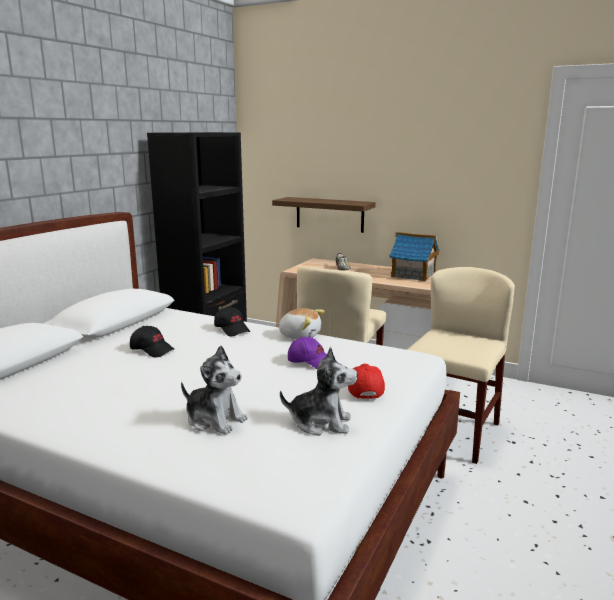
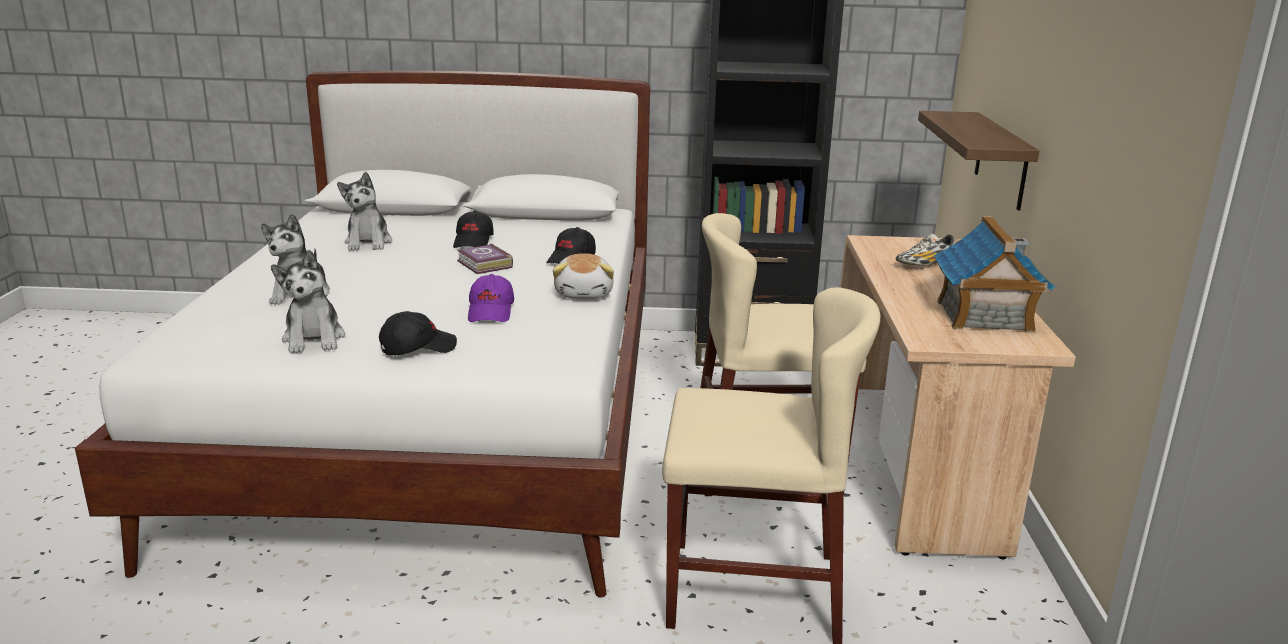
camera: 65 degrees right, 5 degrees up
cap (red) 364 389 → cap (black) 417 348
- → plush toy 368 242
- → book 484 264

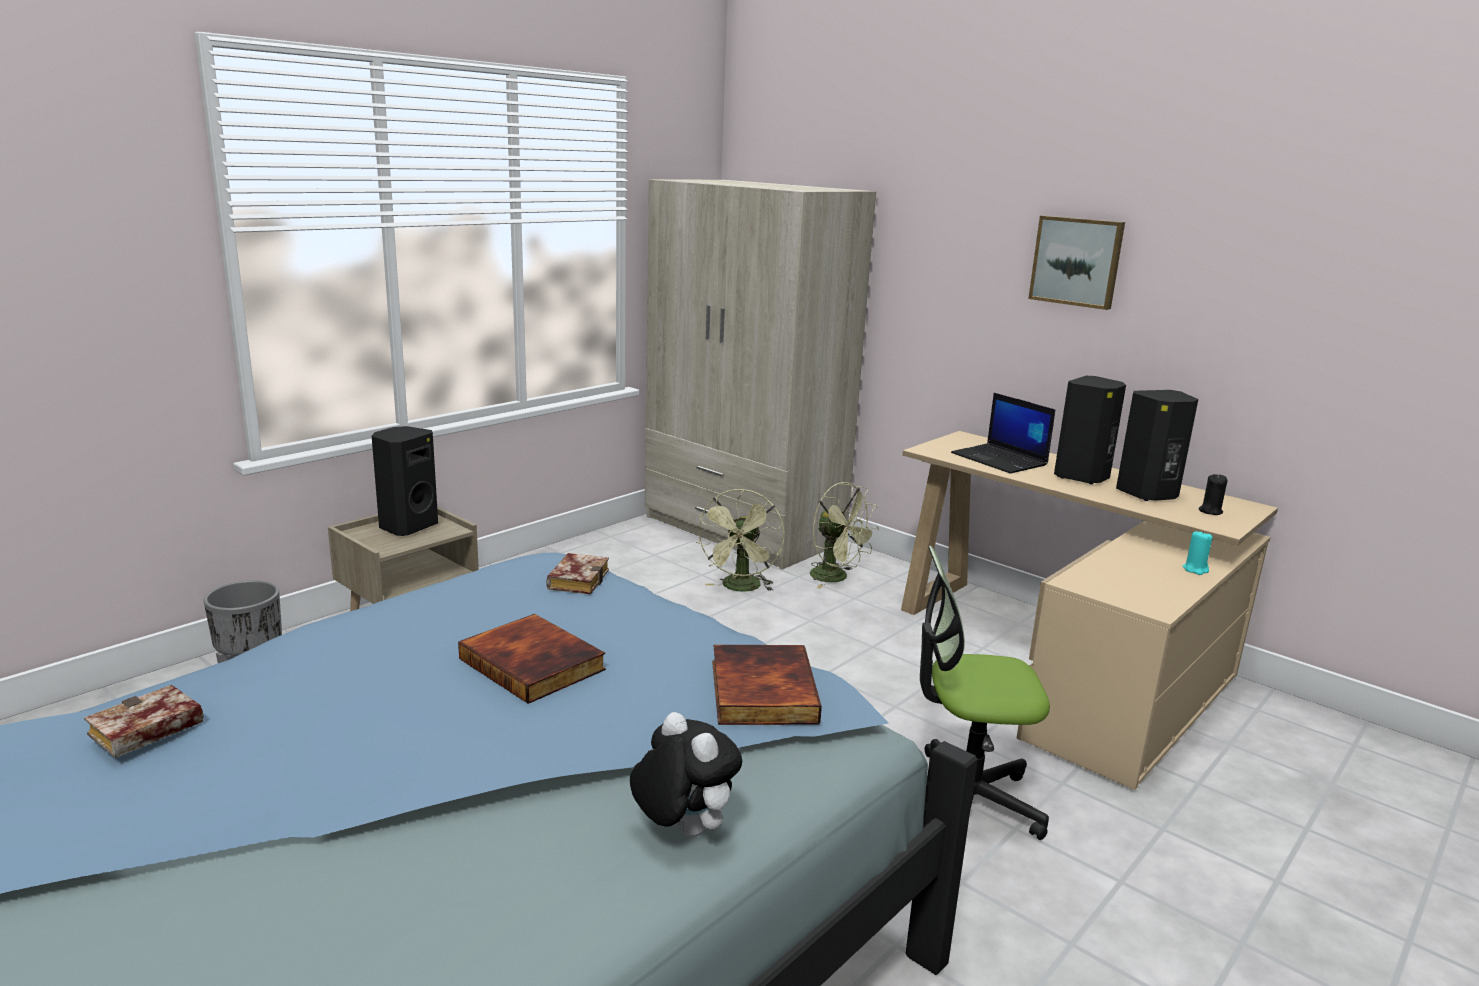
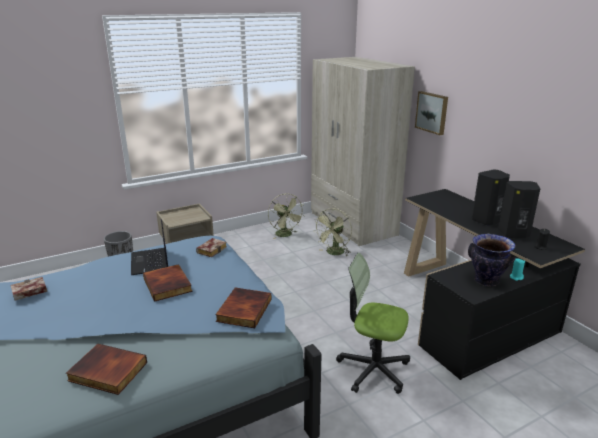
camera: 20 degrees right, 5 degrees up
speaker (black) 407 526 → -
plush toy 682 830 → -
fan (green) 836 578 → fan (green) 286 235, relocated
desk (beige) 1066 664 → desk (black) 471 312
laptop 1000 460 → laptop 150 262, relocated
picture 1077 261 → picture 432 112, relocated
- → book 107 372
- → vase 486 281

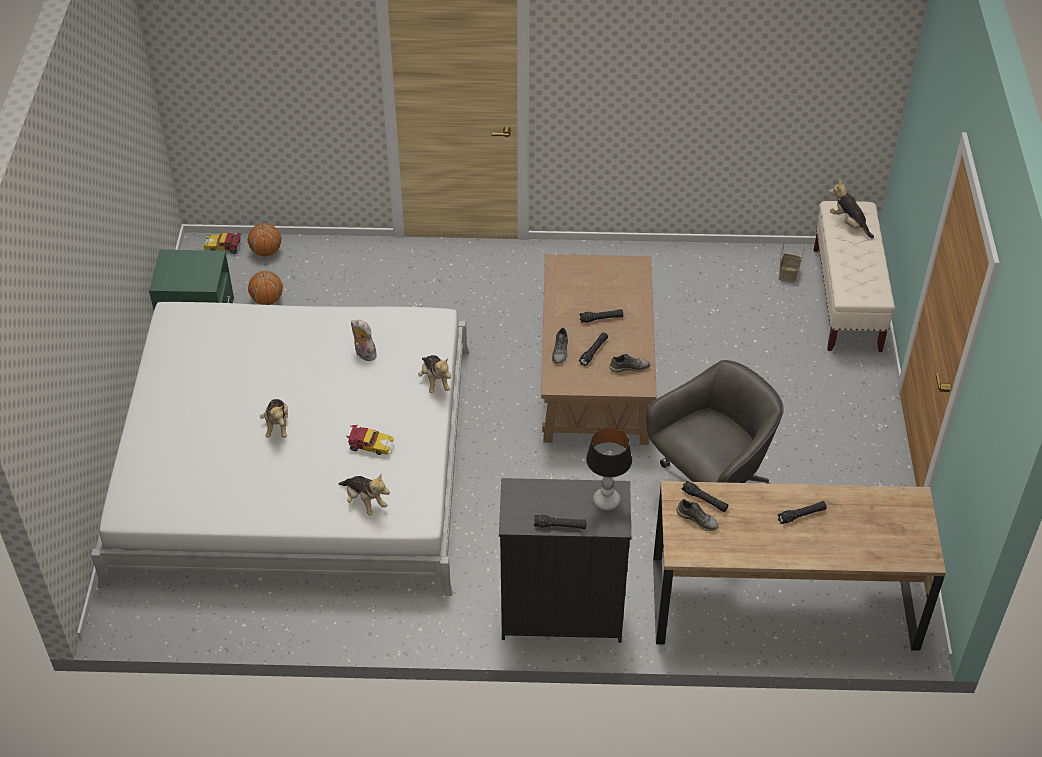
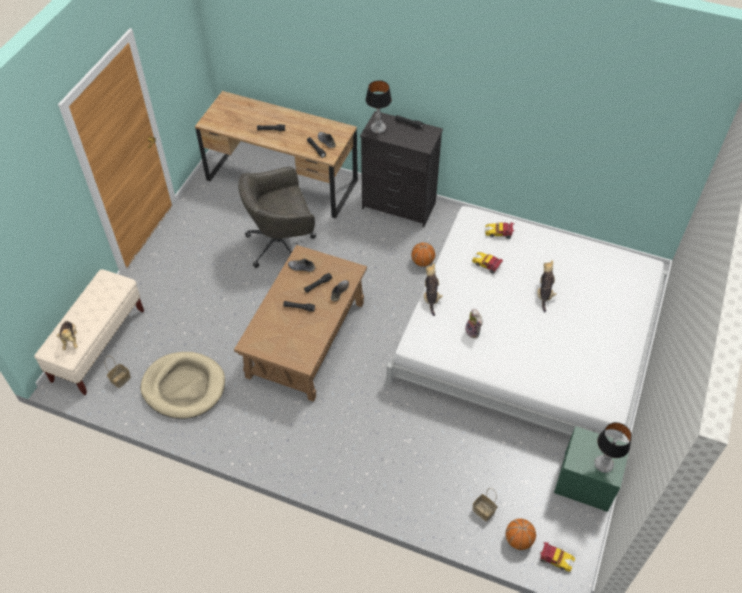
camera: 160 degrees left, 5 degrees up
basketball 267 300 → basketball 422 262, relocated
plush toy 364 501 → toy car 499 233
- → dog bed (beige) 184 387
- → basket 482 511
- → table lamp 603 464

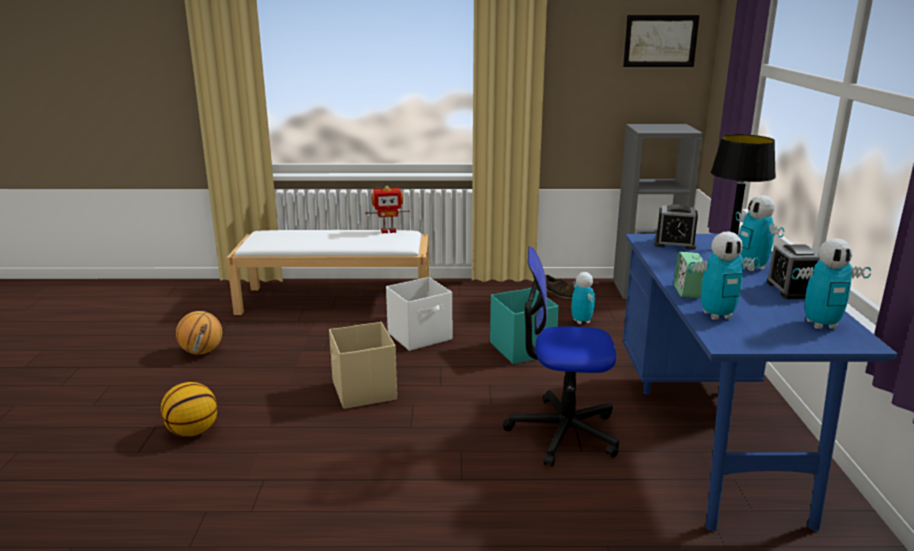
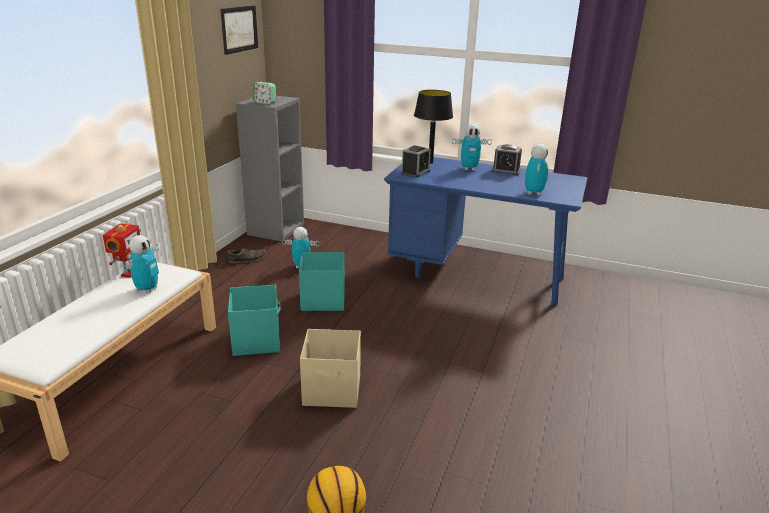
camera: 70 degrees left, 5 degrees up
basketball 202 352 → -
storage box (white) 420 336 → storage box (turquoise) 257 340
office chair 563 432 → -
alarm clock 687 292 → alarm clock 265 103, relocated
toy robot 821 324 → toy robot 147 289, relocated

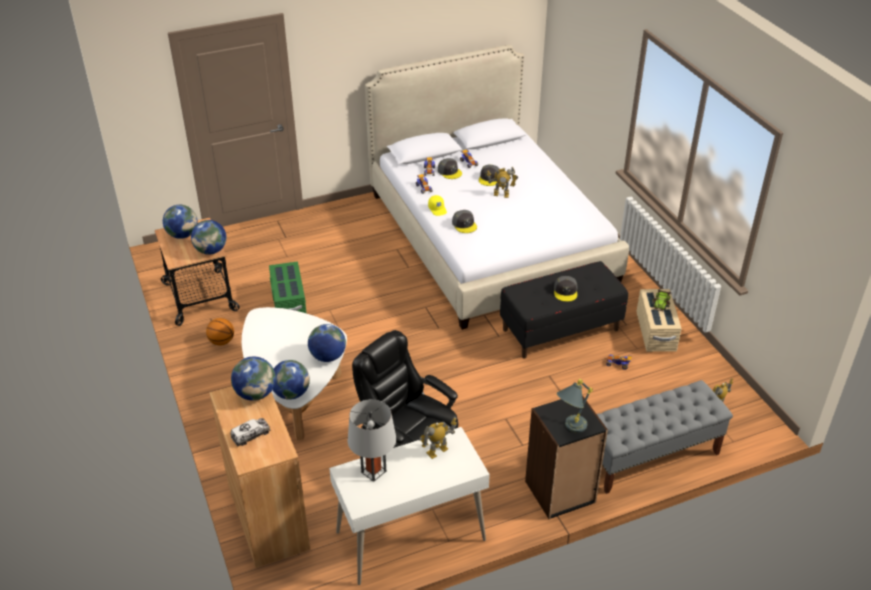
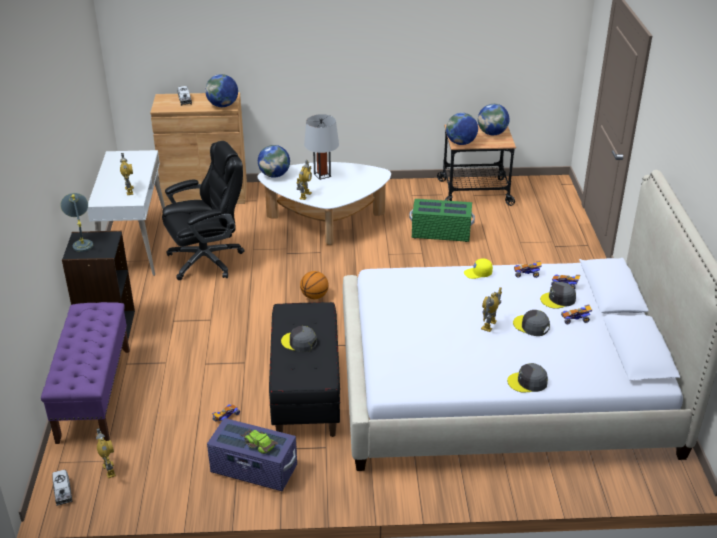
camera: 110 degrees right, 5 degrees down
basketball 222 341 → basketball 314 296, relocated
globe 328 356 → toy robot 305 195
table lamp (grey) 373 471 → table lamp (grey) 322 175, relocated
cap (grey) 464 224 → cap (grey) 527 382, relocated
bench (grey) 650 456 → bench (purple) 94 394
storage box (beige) 656 332 → storage box (purple) 254 469
- → toy truck 63 492

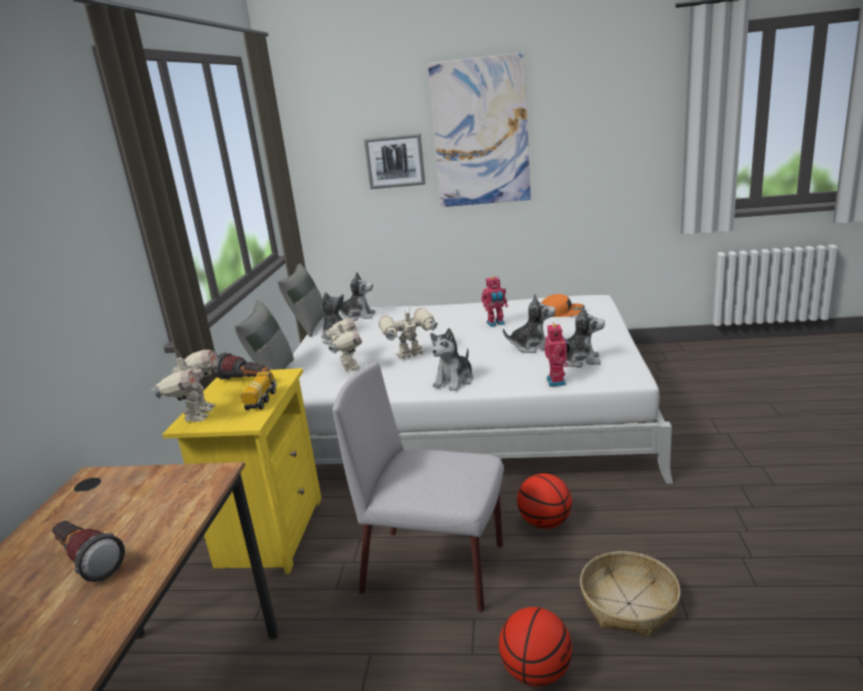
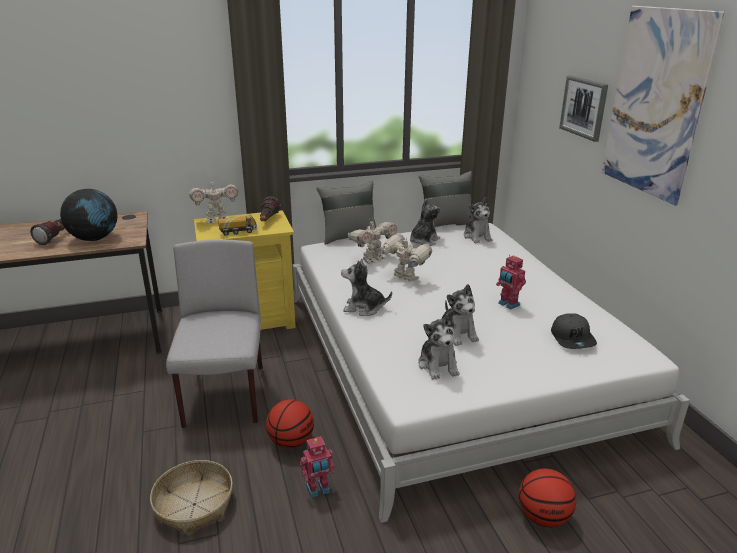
camera: 65 degrees right, 5 degrees up
basketball 536 672 → basketball 543 517, relocated
cap (orange) 561 312 → cap (grey) 573 338
toy robot 558 381 → toy robot 318 490, relocated
- → globe 94 239

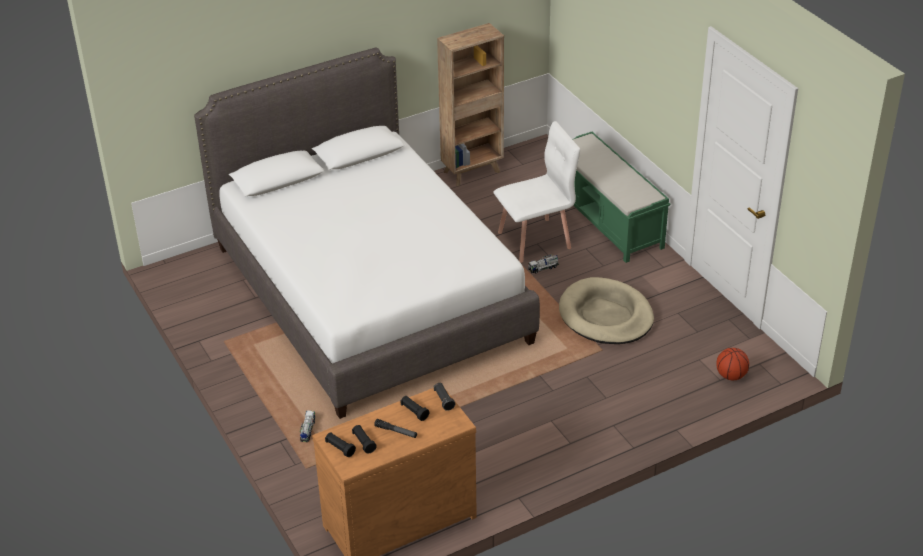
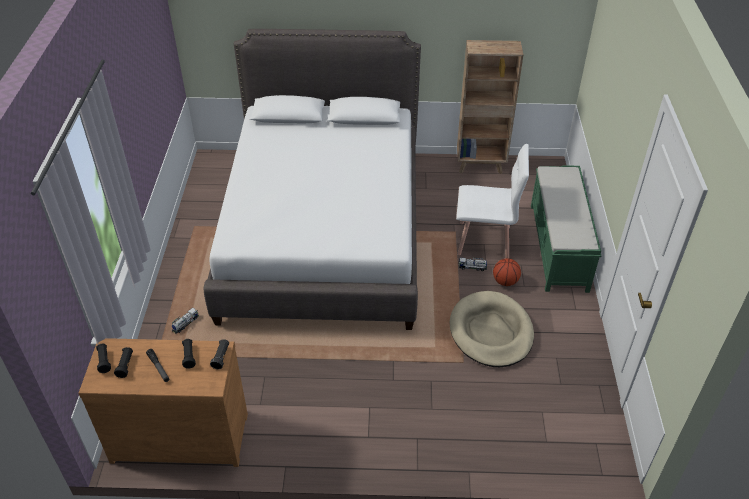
camera: 30 degrees right, 5 degrees up
basketball 731 376 → basketball 505 281, relocated

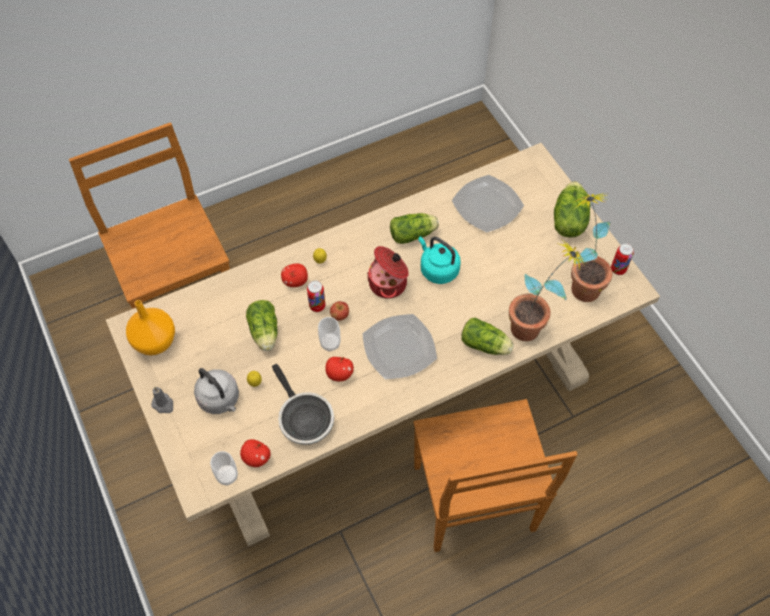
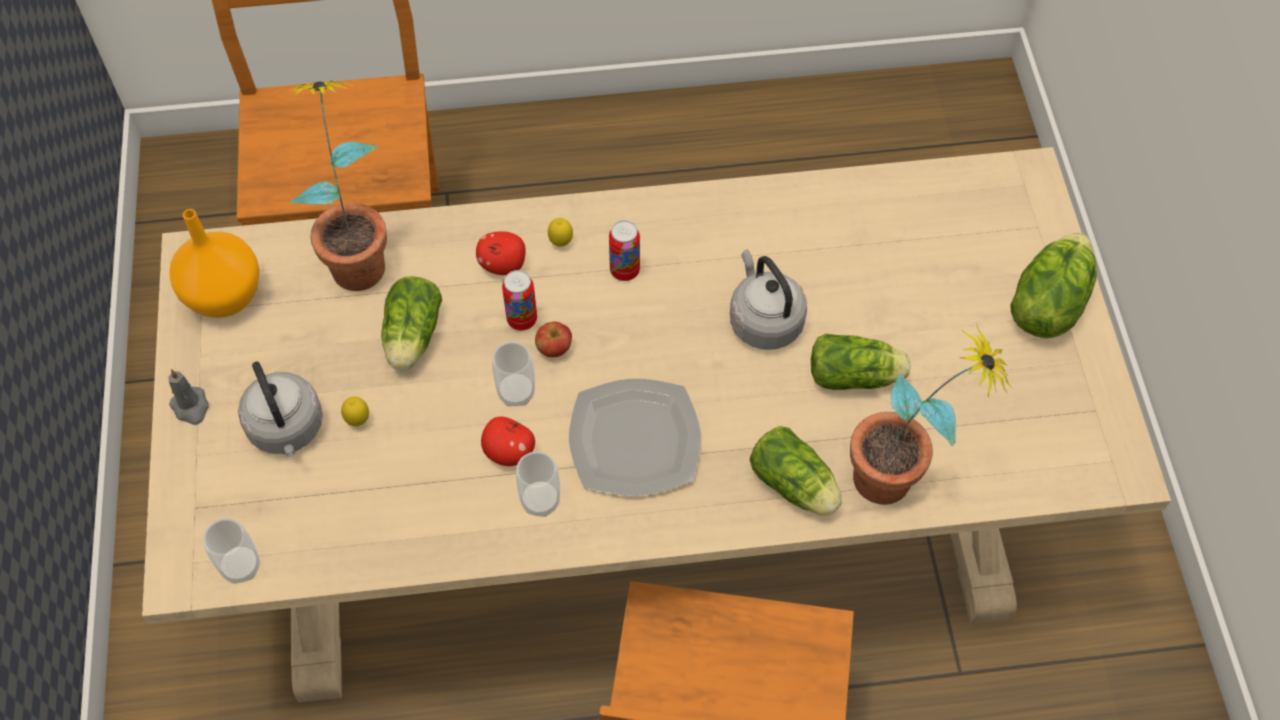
camera: 20 degrees right, 0 degrees up
apple 256 458 → -
frying pan 303 418 → -
cooking pot 389 283 → -
lettuce 414 234 → lettuce 857 376, relocated
kettle (turquoise) 437 269 → kettle (grey) 763 320
plate 487 204 → -
potted plant 580 282 → potted plant 358 254, relocated
can 618 269 → can 624 271, relocated
- → cup 540 501

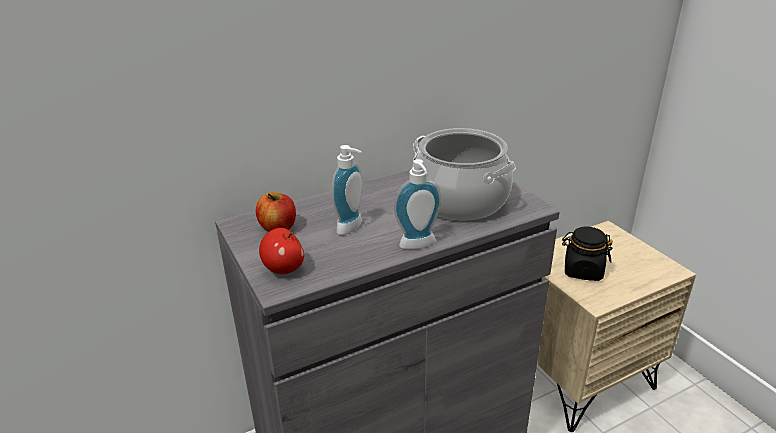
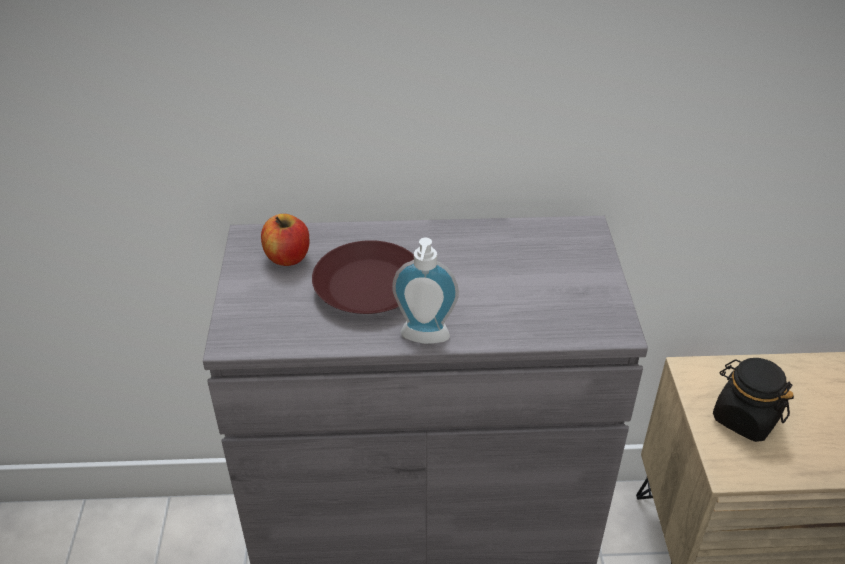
camera: 25 degrees right, 10 degrees up
apple 284 269 → -
soap dispenser 353 227 → plate (brown) 368 285
cooking pot 459 200 → -

